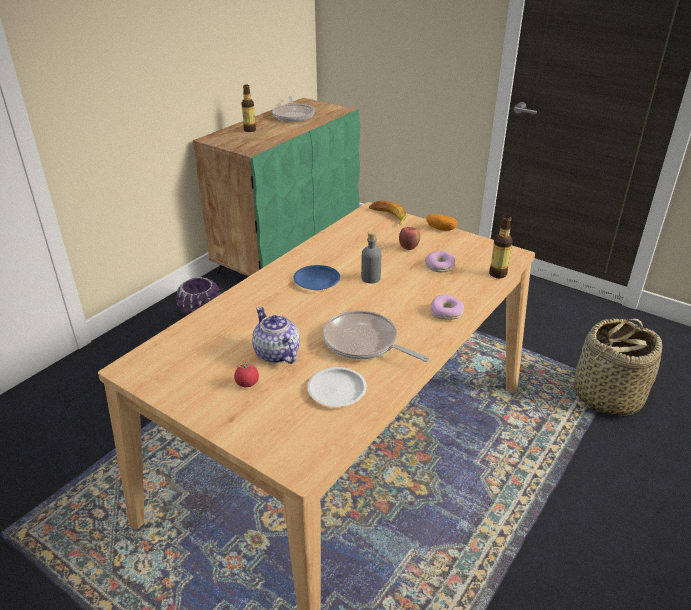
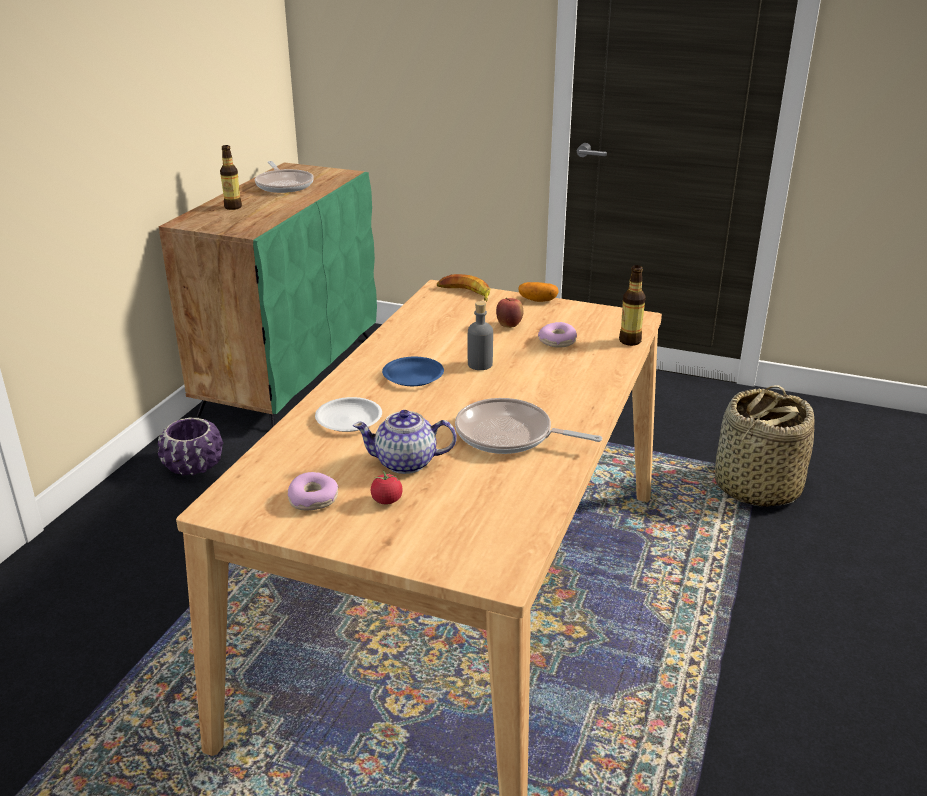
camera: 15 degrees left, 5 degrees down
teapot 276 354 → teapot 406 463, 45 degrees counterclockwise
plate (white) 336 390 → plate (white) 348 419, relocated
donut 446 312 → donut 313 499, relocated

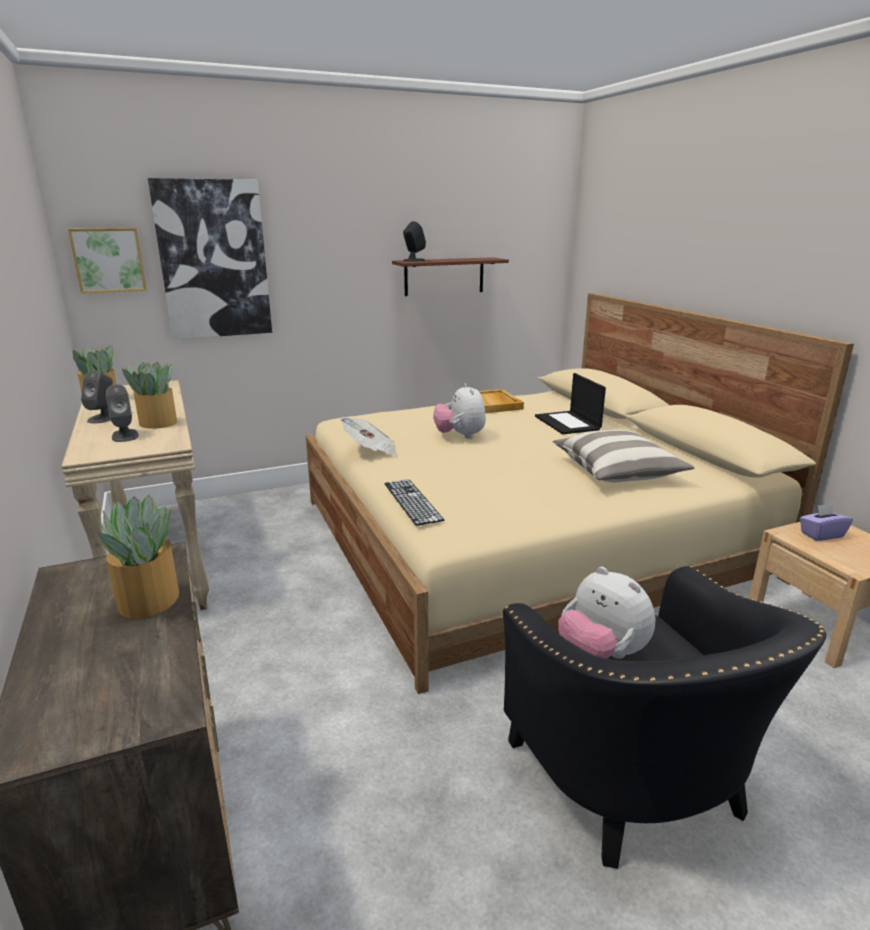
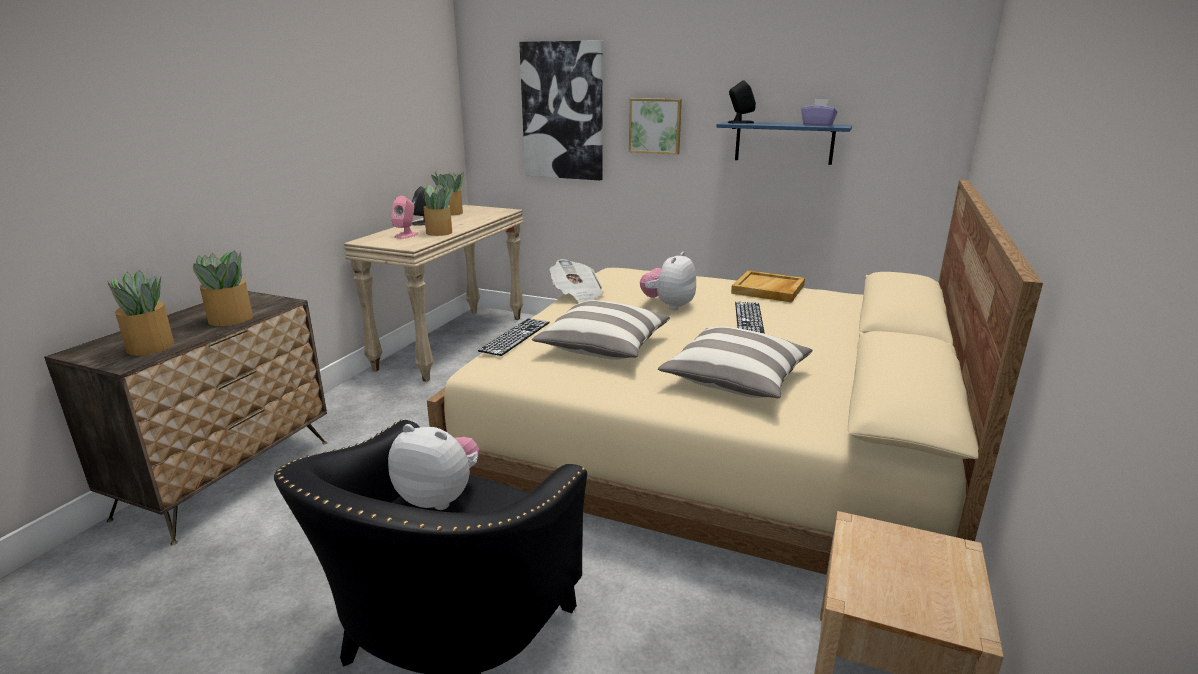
camera: 45 degrees right, 0 degrees up
picture 109 260 → picture 655 126, relocated
speaker (grey) 125 436 → speaker (pink) 406 235
shelf (brown) 444 276 → shelf (blue) 784 142
laptop 568 423 → -
plush toy 601 655 → plush toy 439 497, 105 degrees clockwise
tissue box (purple) 821 534 → tissue box (purple) 817 125, relocated
- → potted plant 149 347
- → pillow 604 347
- → keyboard 749 317

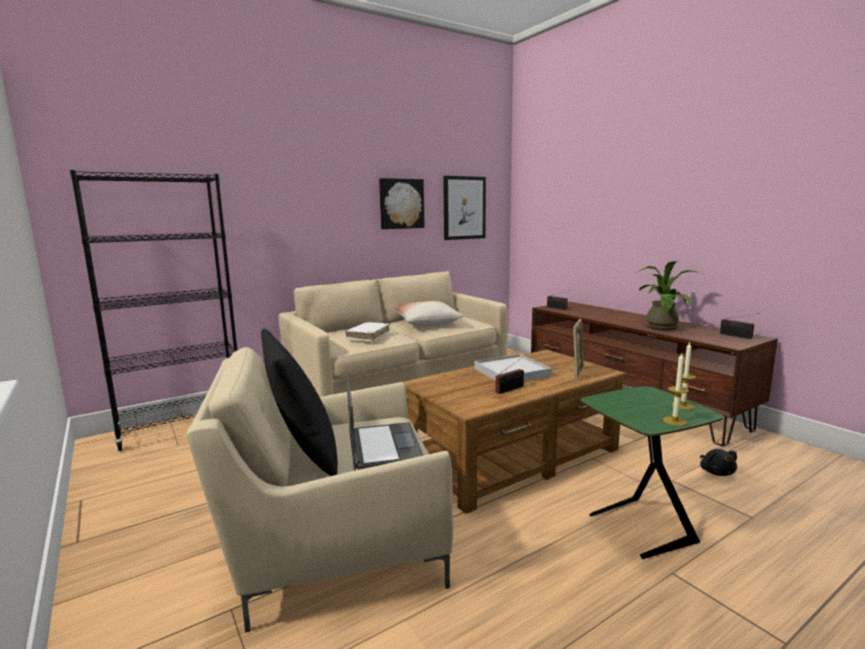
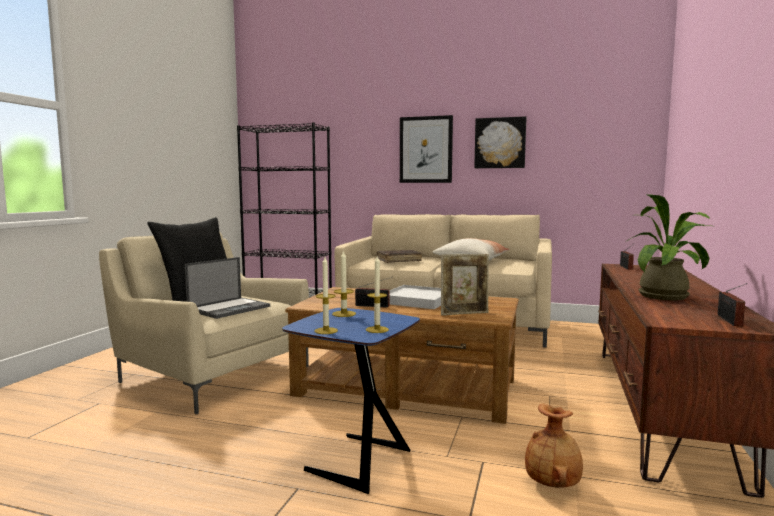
camera: 50 degrees right, 5 degrees down
book (white) 368 336 → book (brown) 399 260
picture 464 208 → picture 426 150, relocated
side table (green) 639 529 → side table (blue) 354 461
plush toy (black) 716 472 → vase (brown) 553 484
- → candle 344 314

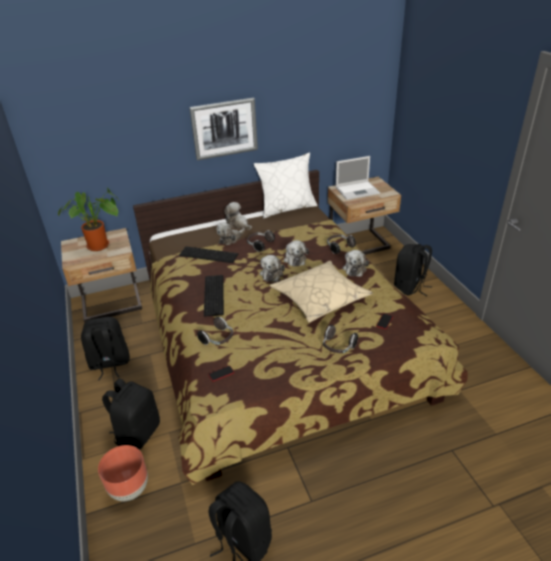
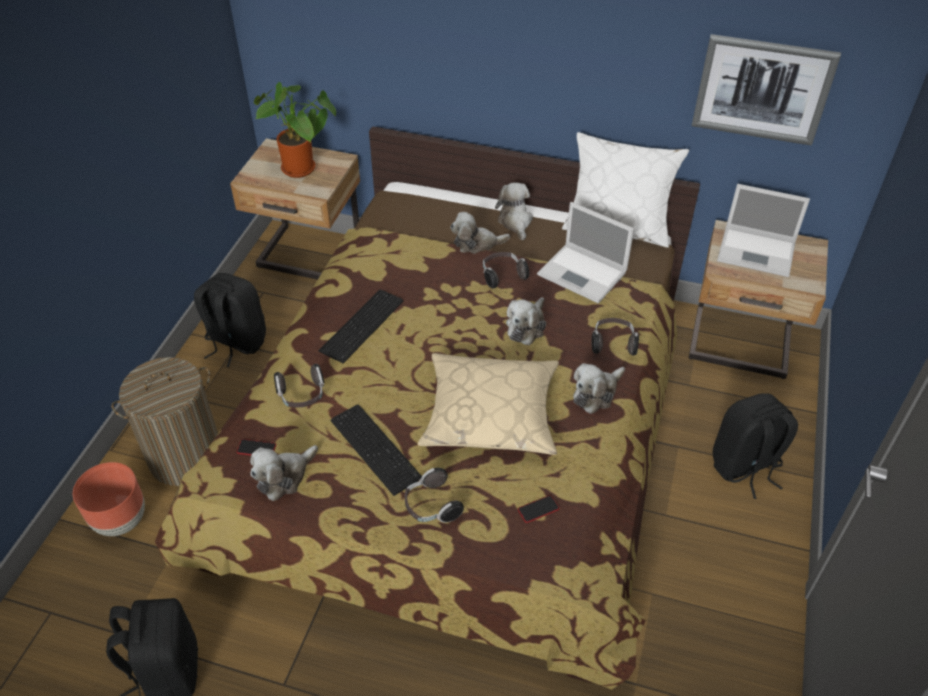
camera: 35 degrees right, 10 degrees up
backpack (black) 137 433 → laundry basket 186 456
keyboard 208 254 → keyboard 376 446, relocated
picture 224 128 → picture 762 89, relocated
plush toy 272 273 → plush toy 284 477, relocated
- → laptop 583 274

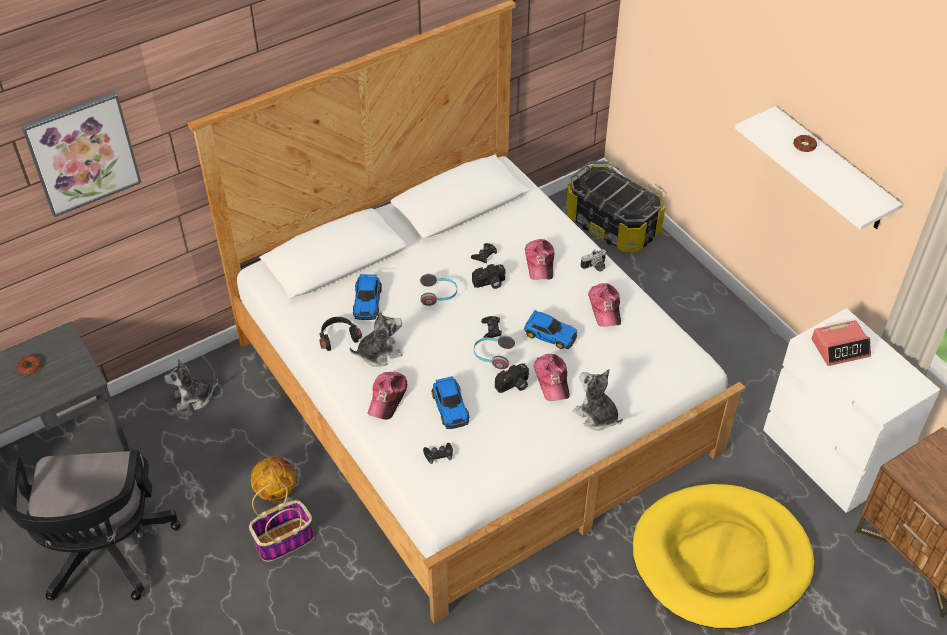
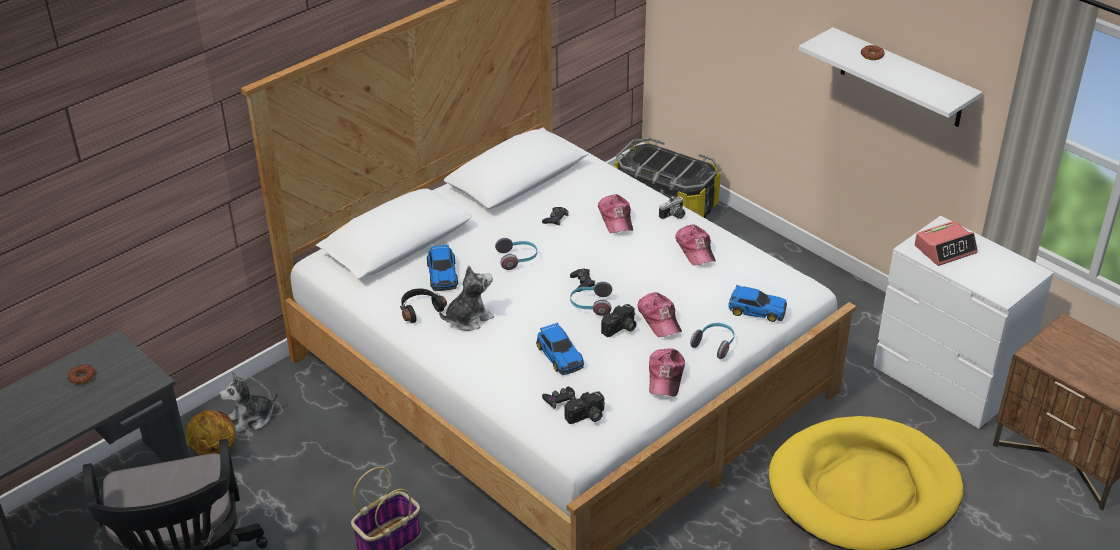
camera: 10 degrees left, 10 degrees down
picture 82 153 → -
basketball 276 490 → basketball 214 450, relocated
cap 388 398 → cap 665 377, relocated
photo camera 489 283 → photo camera 586 417, relocated
toy car 549 334 → toy car 756 310, relocated
plush toy 596 416 → headphones 715 345

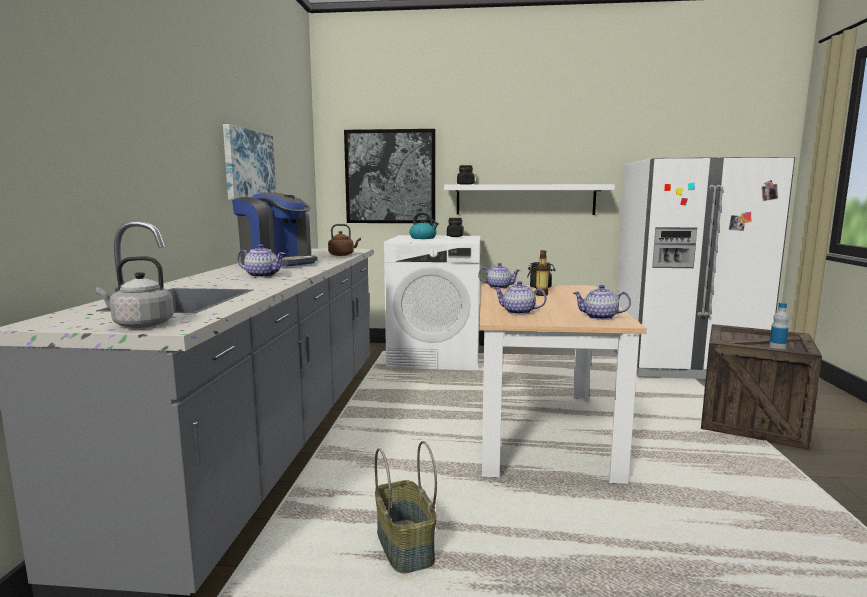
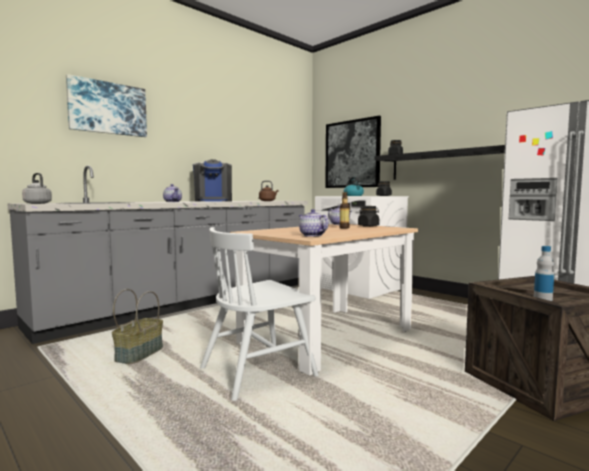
camera: 40 degrees right, 5 degrees down
picture 248 165 → picture 108 108, relocated
shelf (white) 525 199 → shelf (black) 446 165
teapot 518 312 → -
- → chair (white) 258 371

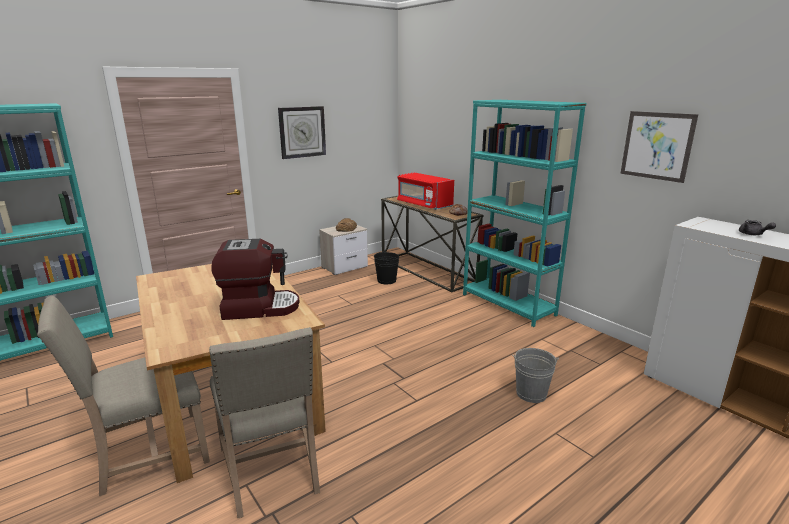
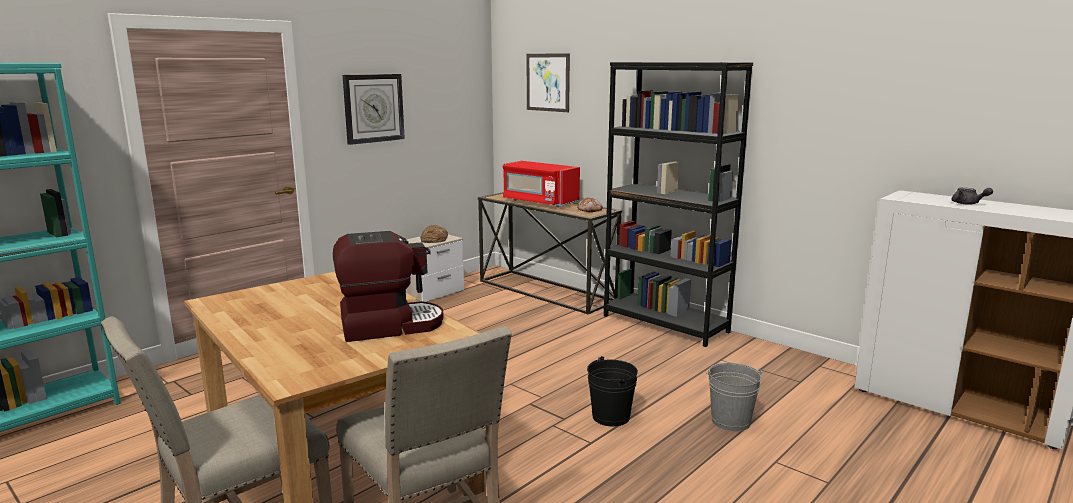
camera: 10 degrees left, 5 degrees down
bucket (black) 386 280 → bucket (black) 610 416, relocated
bookcase (turquoise) 508 304 → bookcase (black) 665 324
picture 657 146 → picture 548 82, relocated

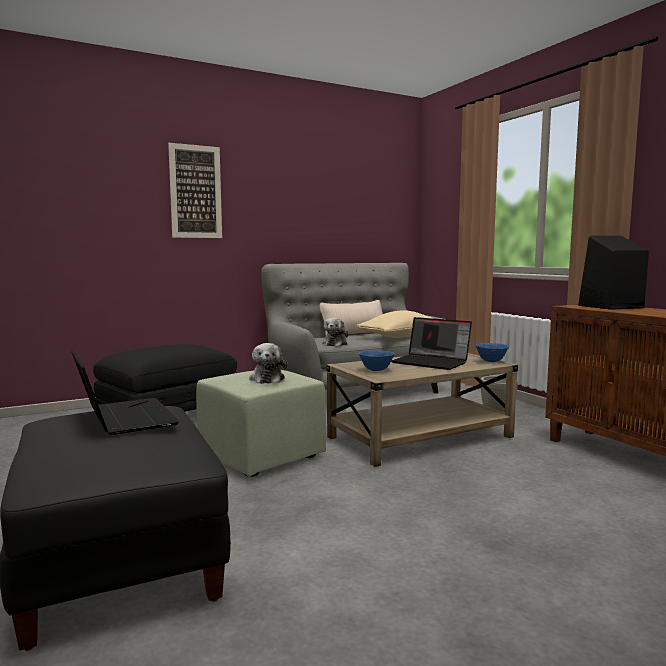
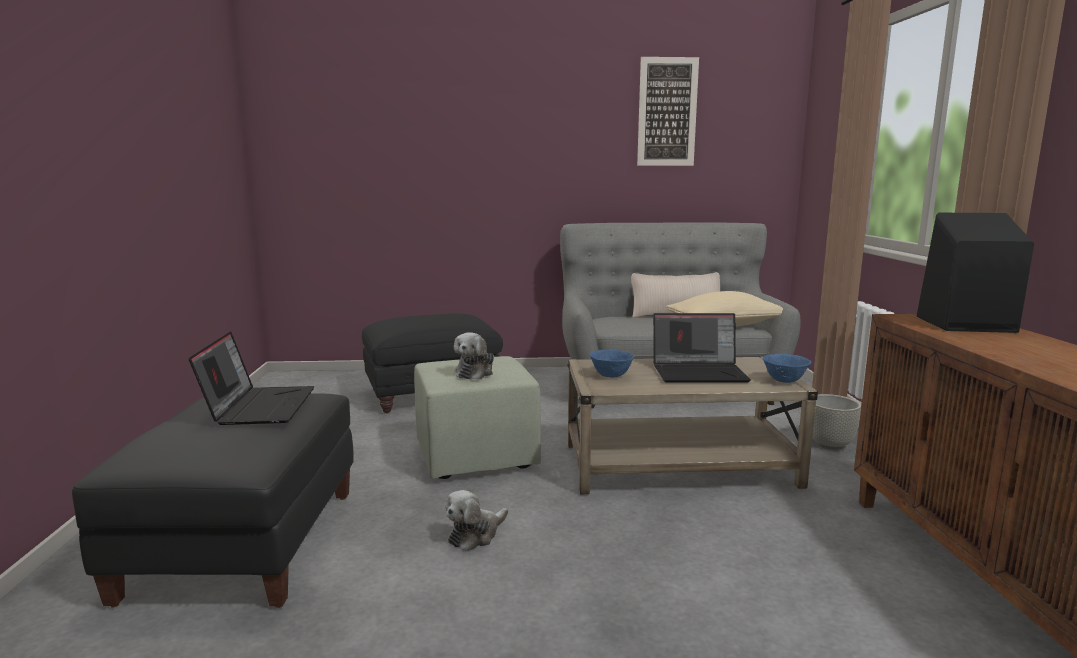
camera: 25 degrees right, 5 degrees up
picture 195 192 → picture 667 112, relocated
plush toy 336 344 → plush toy 475 535, relocated
laptop 432 362 → laptop 700 372, 60 degrees counterclockwise

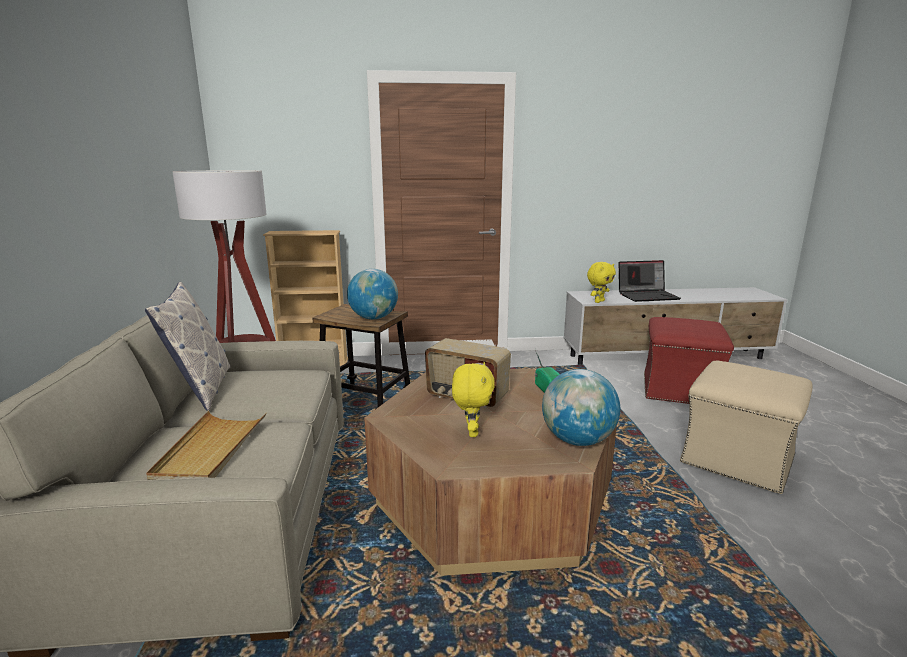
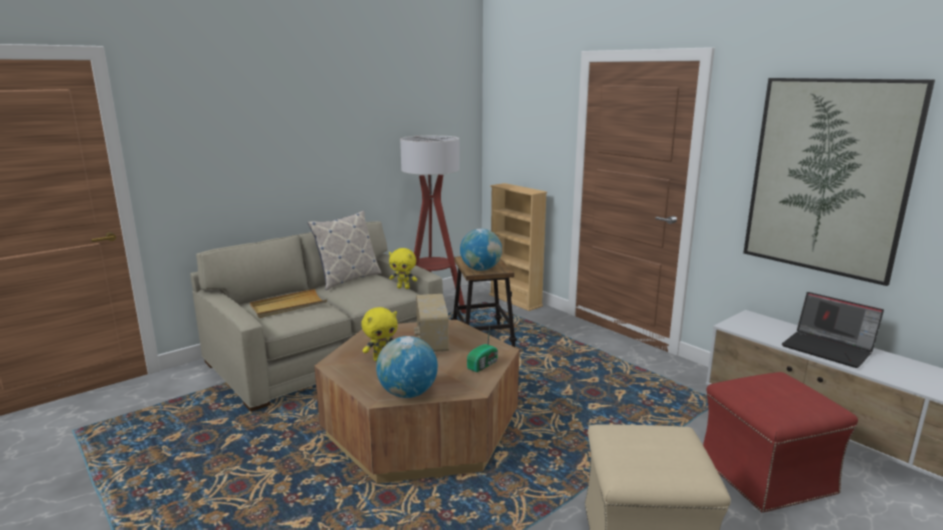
camera: 55 degrees right, 0 degrees up
plush toy (yellow) 599 301 → plush toy (yellow) 403 287, relocated
- → picture 828 177

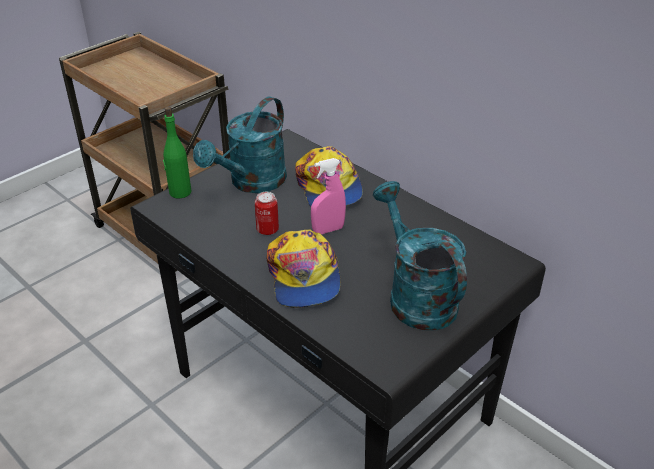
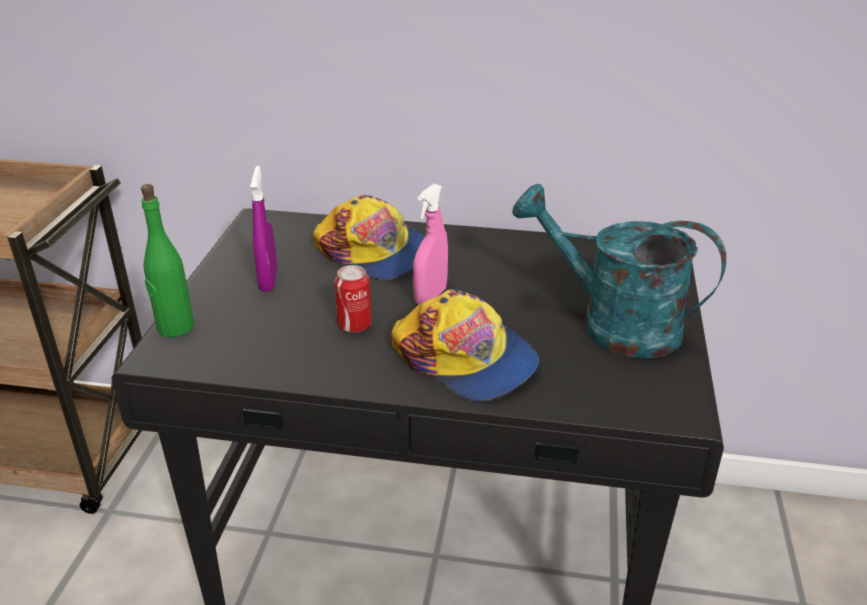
camera: 35 degrees left, 5 degrees down
watering can (turquoise) 251 183 → spray bottle (purple) 268 281

